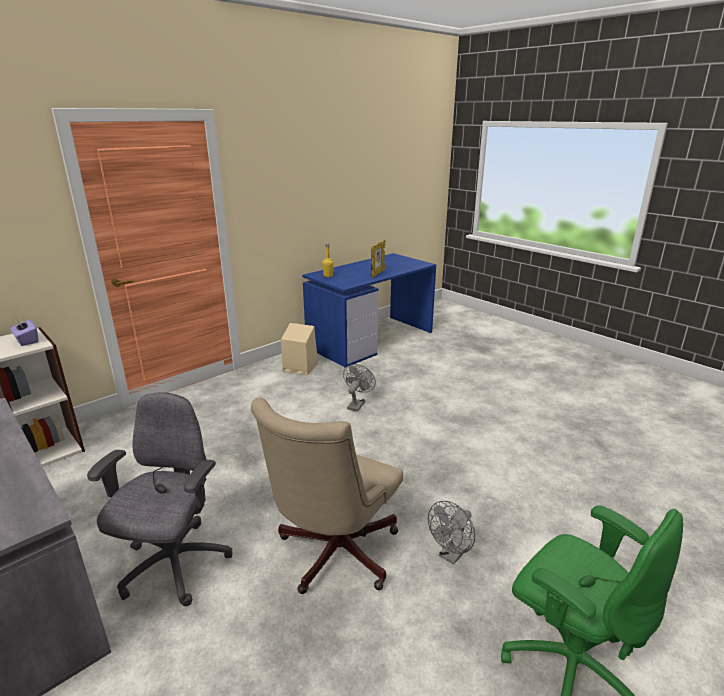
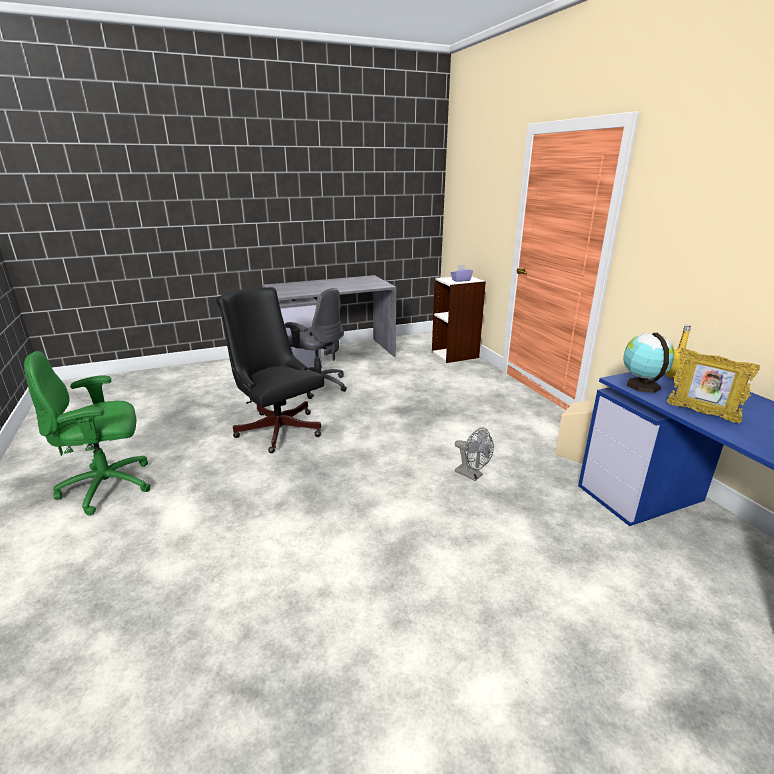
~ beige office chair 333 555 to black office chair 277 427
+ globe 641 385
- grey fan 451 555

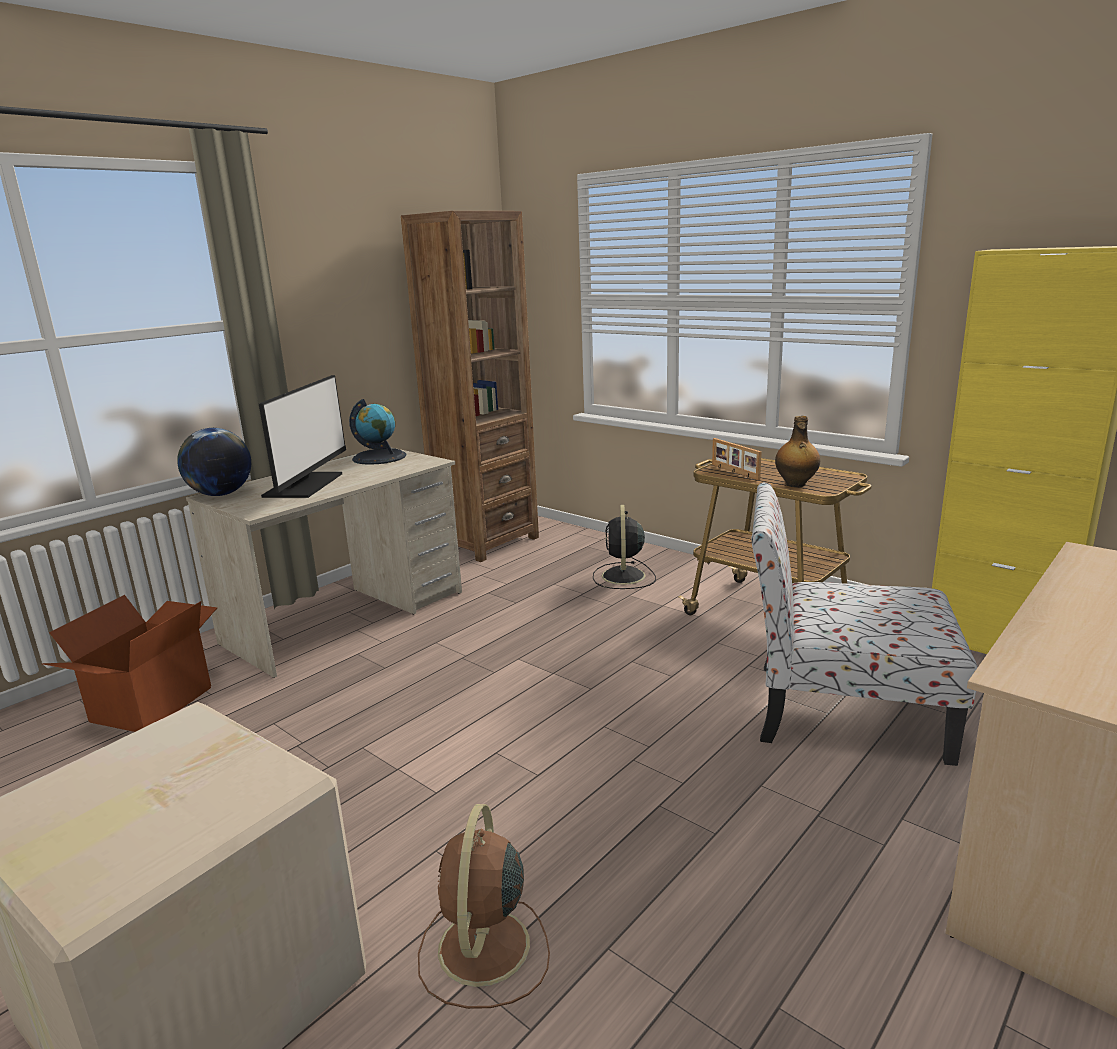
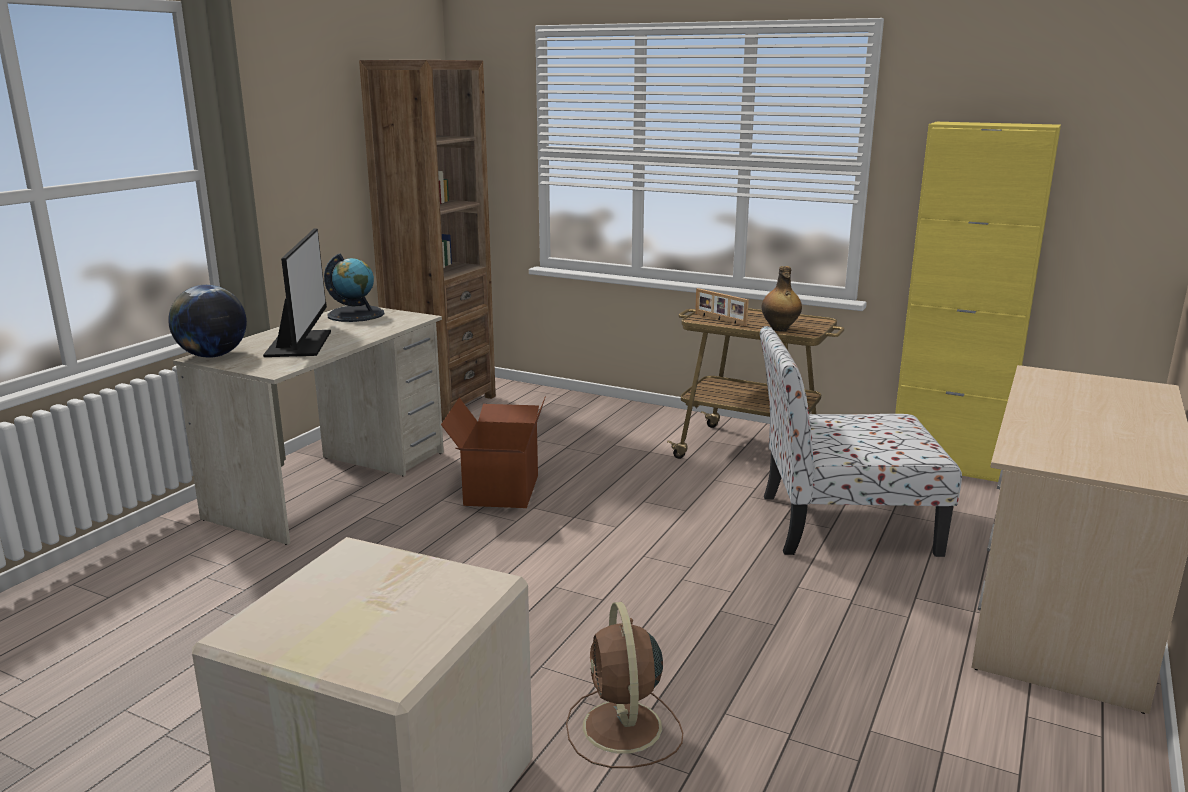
~ cardboard box 150 704 to 500 490
- black fan 623 577

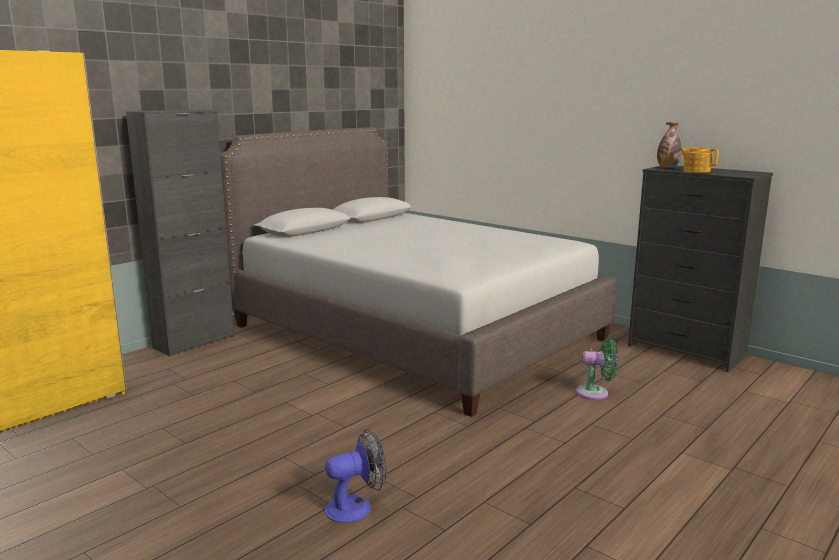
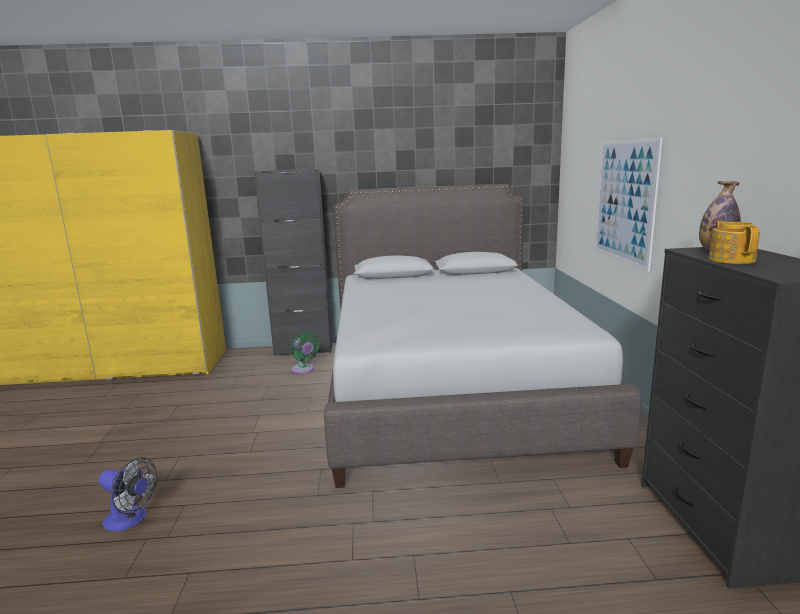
~ green fan 596 393 to 304 370
+ picture 624 201

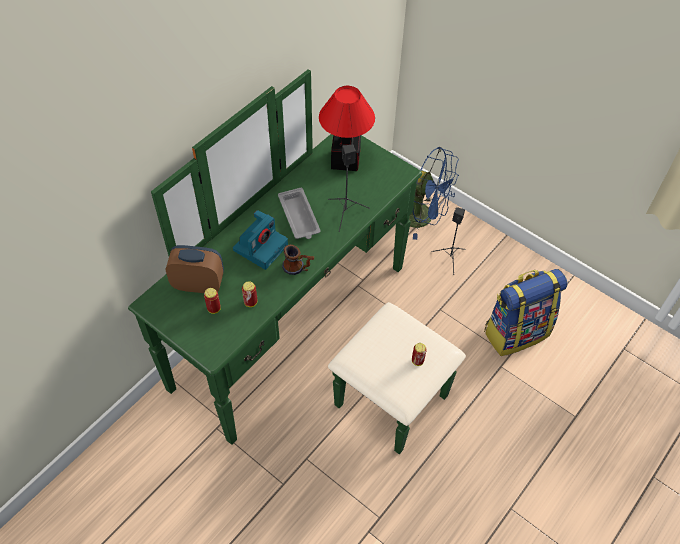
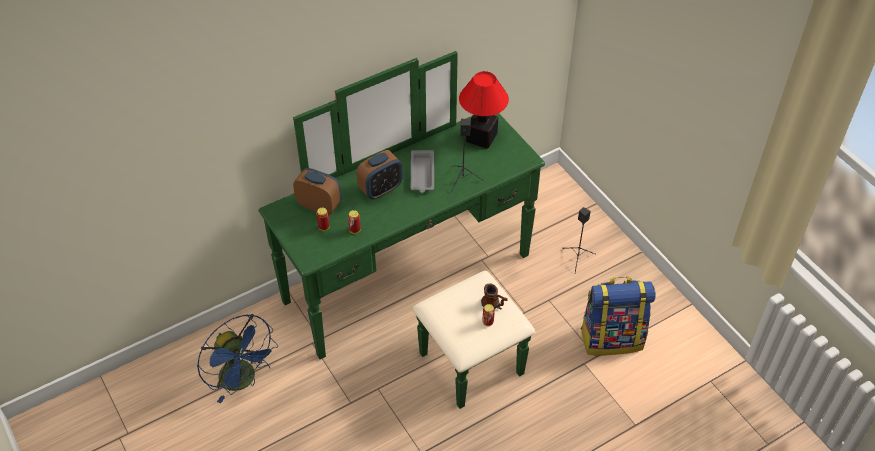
~ blue fan 423 217 to 243 380
~ photo camera 261 246 to alarm clock 381 189
~ mug 298 268 to 494 305

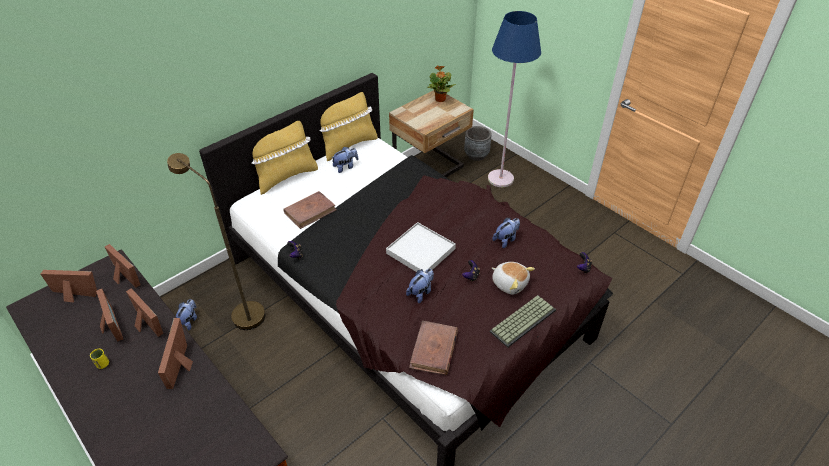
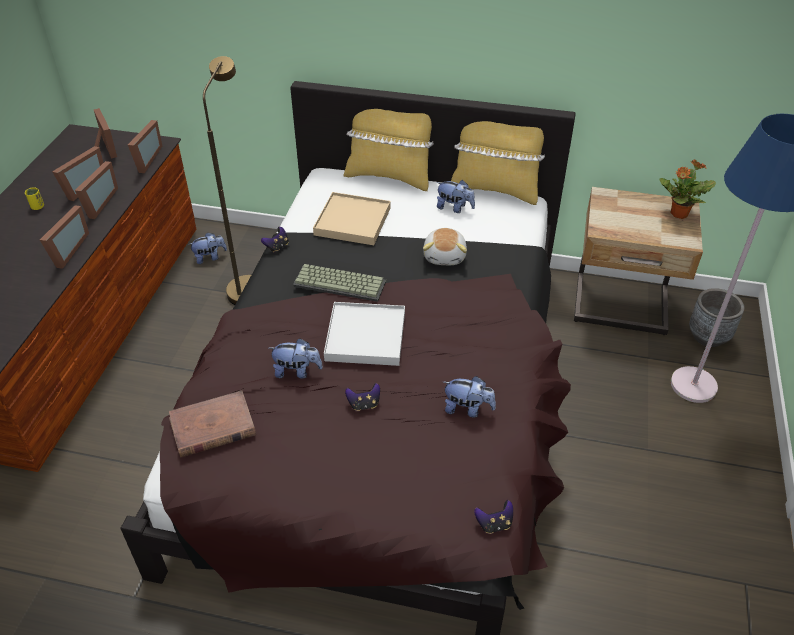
~ picture frame 183 364 = 66 251 135 degrees clockwise
~ keyboard 522 320 to 341 283
~ brown book 310 211 to beige tray 352 221
~ plush toy 509 283 to 445 256

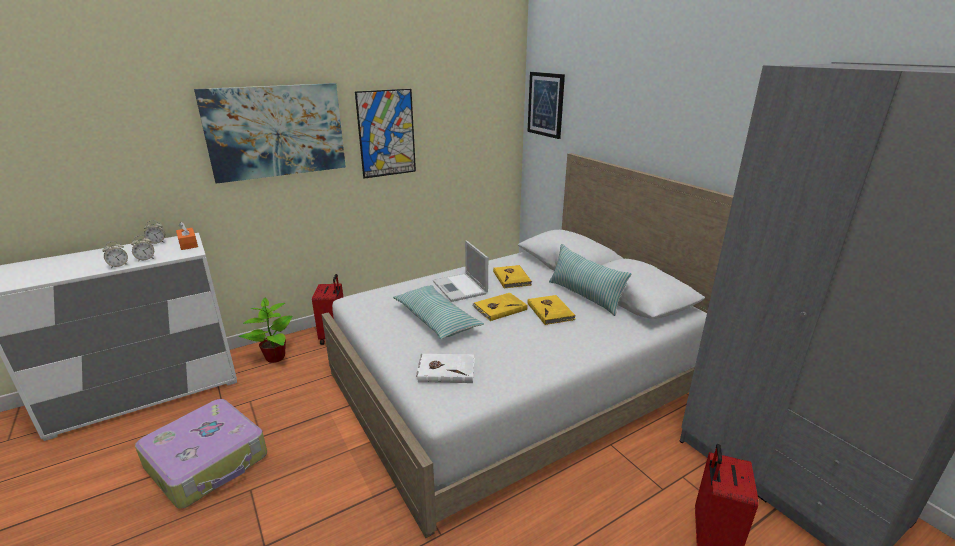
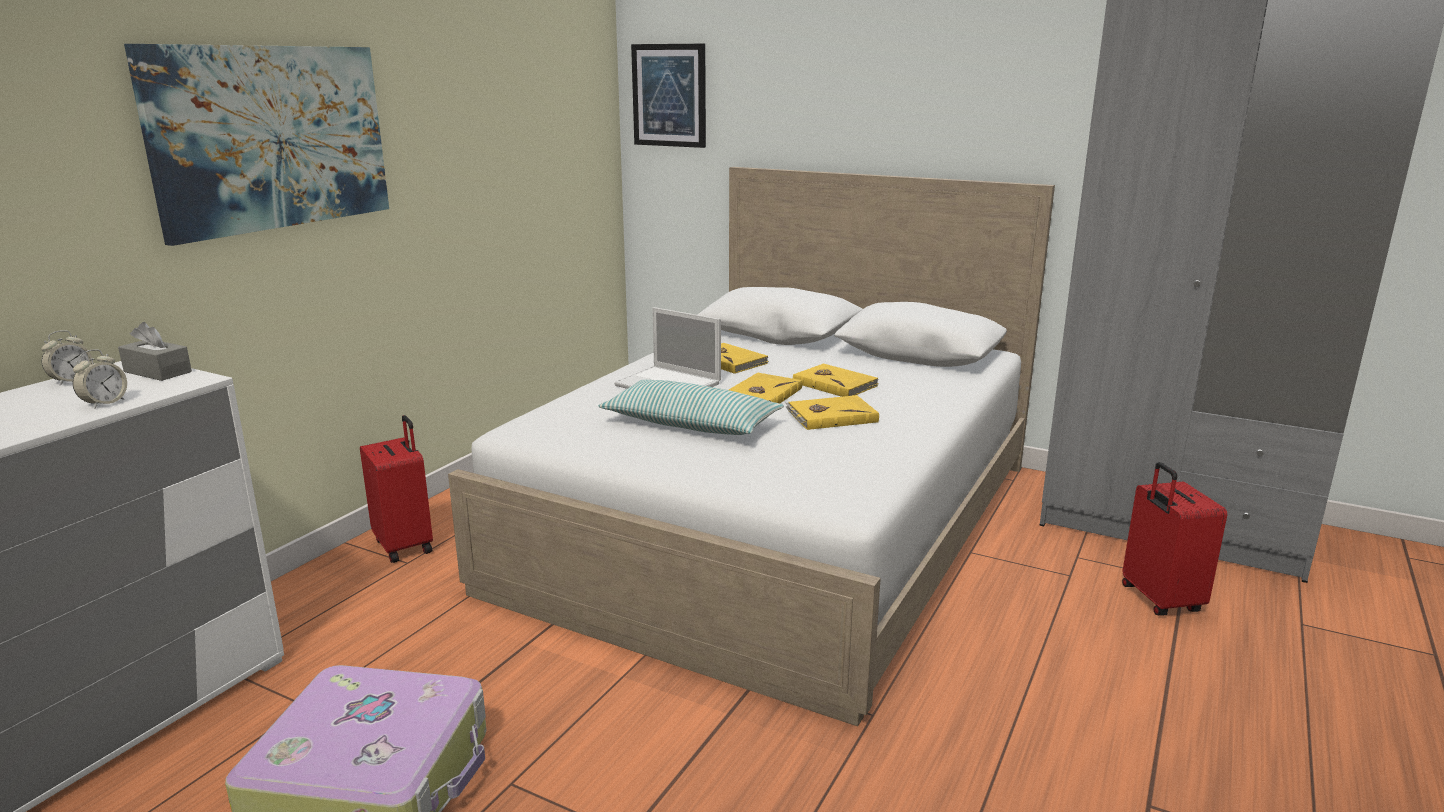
~ orange tissue box 188 244 to grey tissue box 157 372
+ yellow book 831 416
- alarm clock 118 265
- potted plant 275 358
- picture 386 133
- white book 446 370
- pillow 584 296

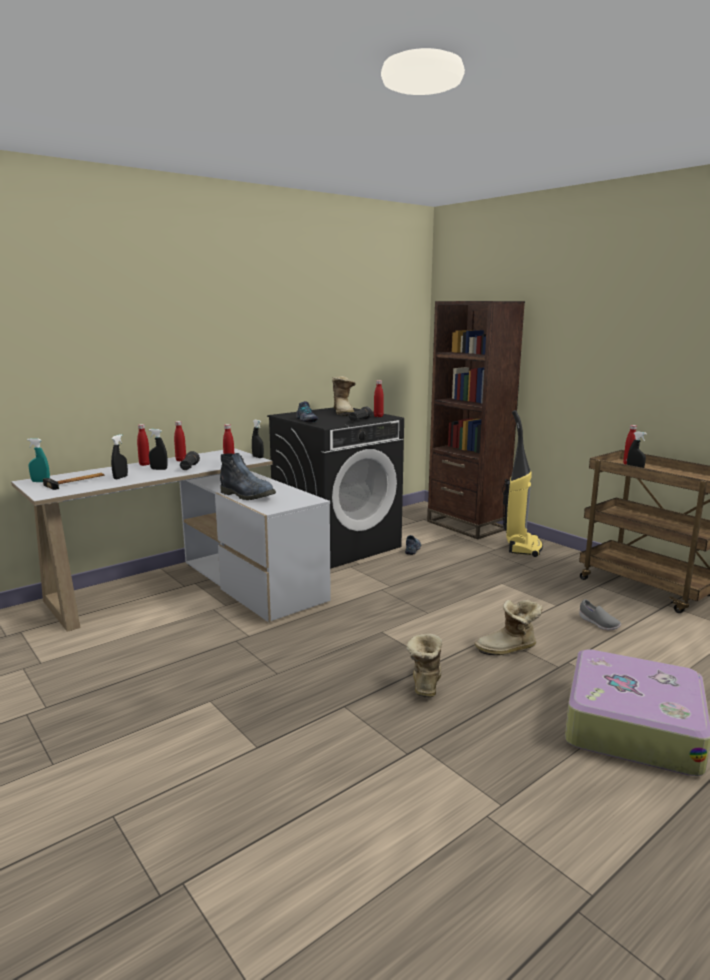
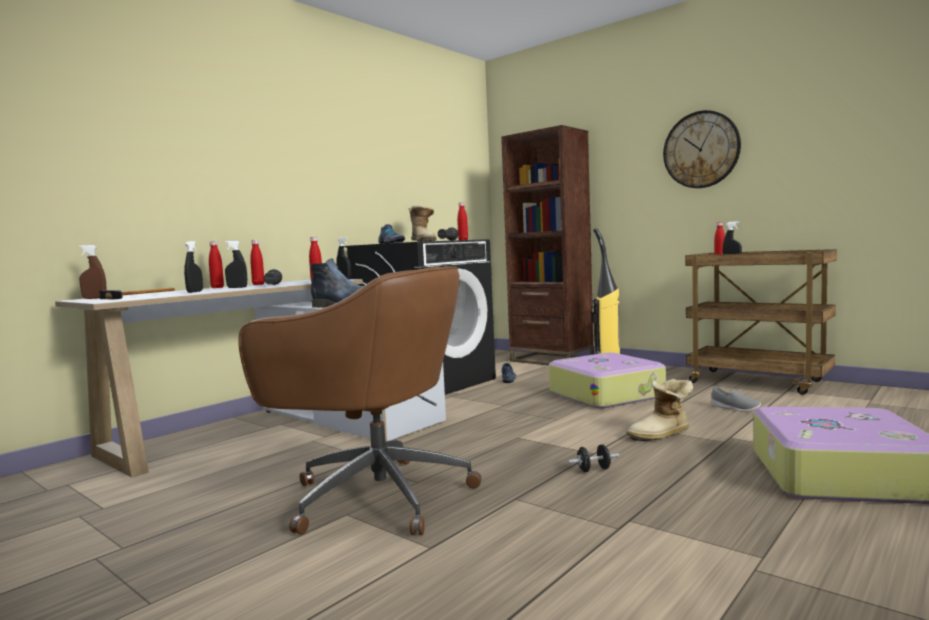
~ turquoise spray bottle 40 481 to brown spray bottle 94 298
+ brown office chair 375 496
+ suitcase 606 394
~ boot 424 683 to black dumbbell 594 470
+ wall clock 701 150

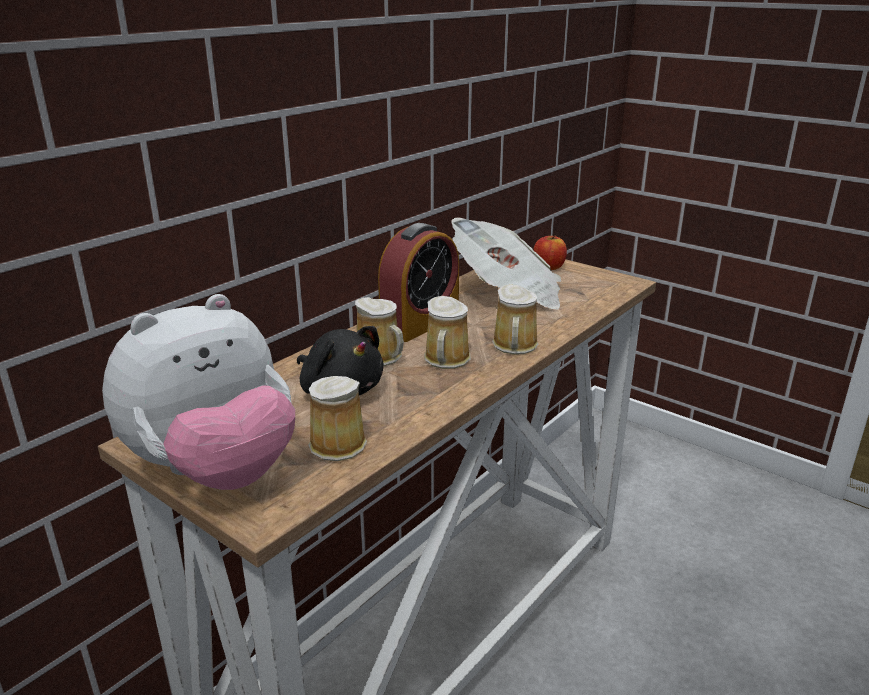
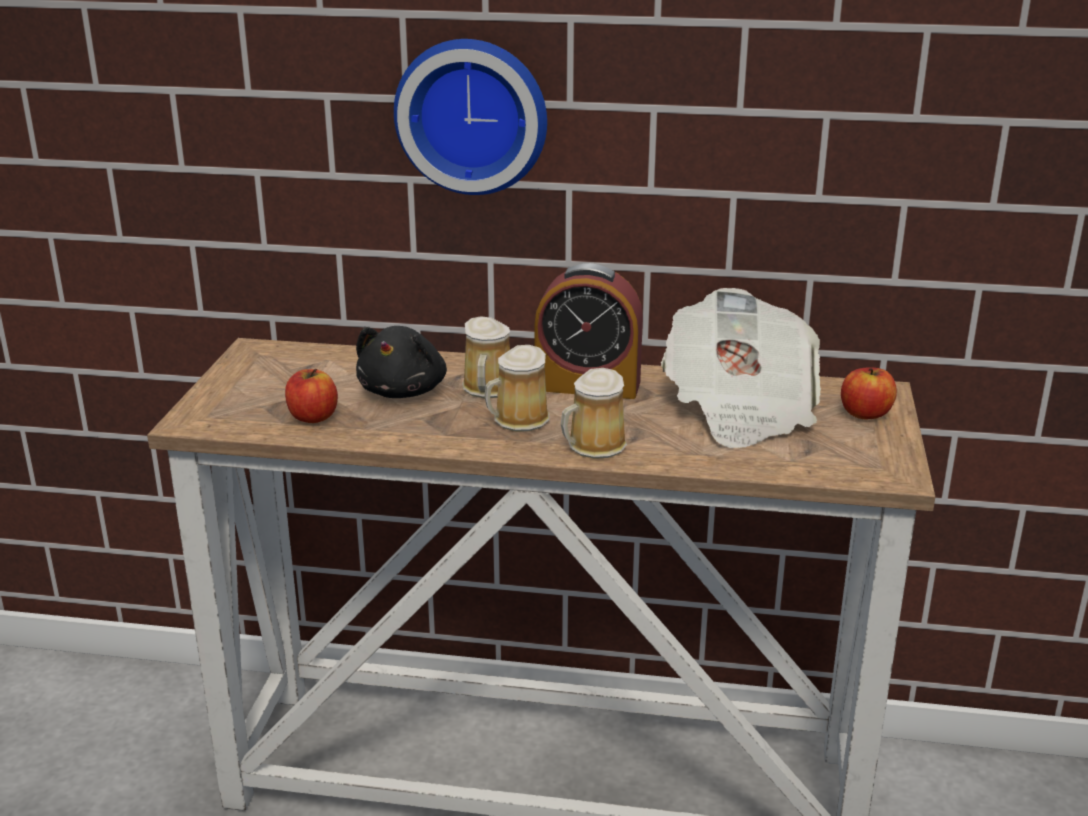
~ mug 338 443 to apple 313 417
+ wall clock 473 115
- plush toy 215 471

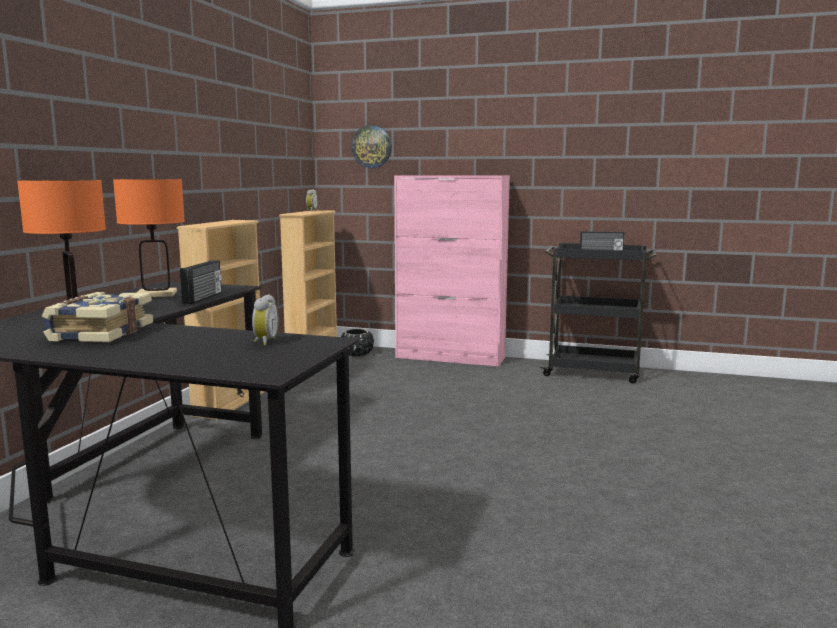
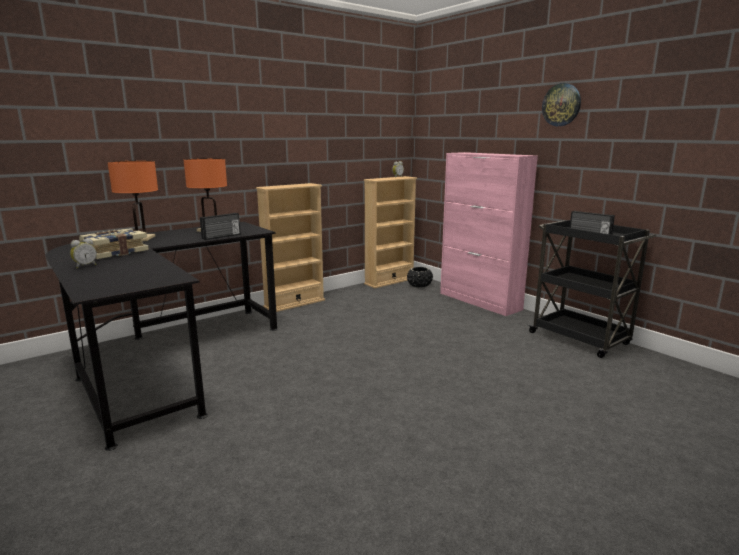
~ alarm clock 264 342 to 85 266
~ wall clock 371 146 to 561 105

